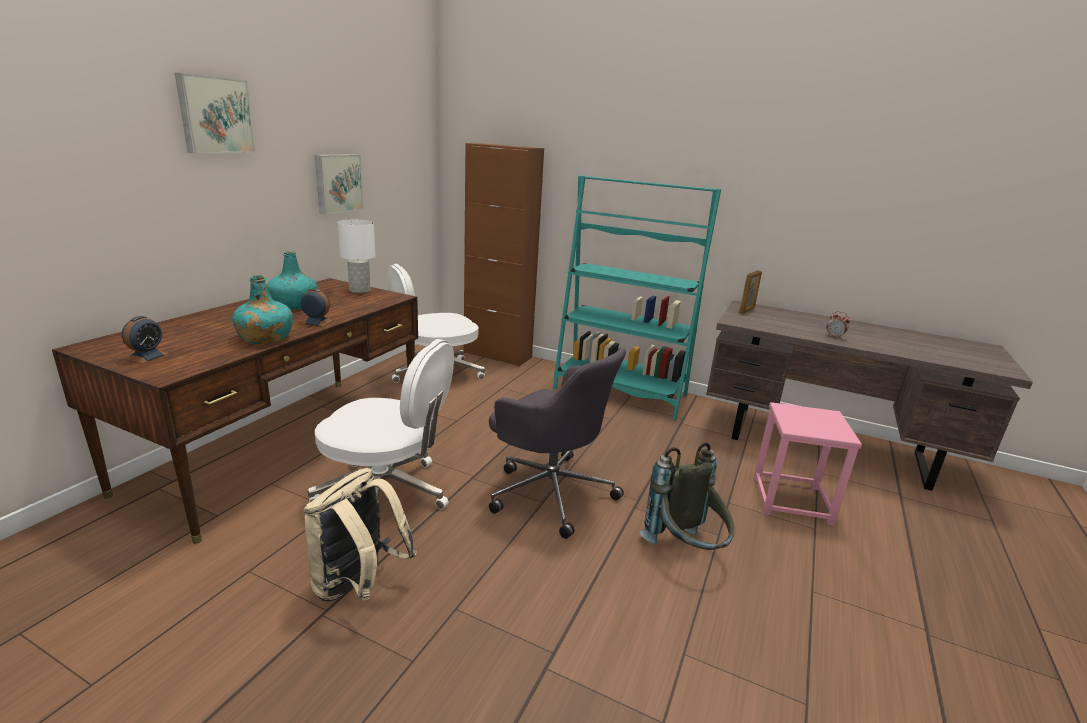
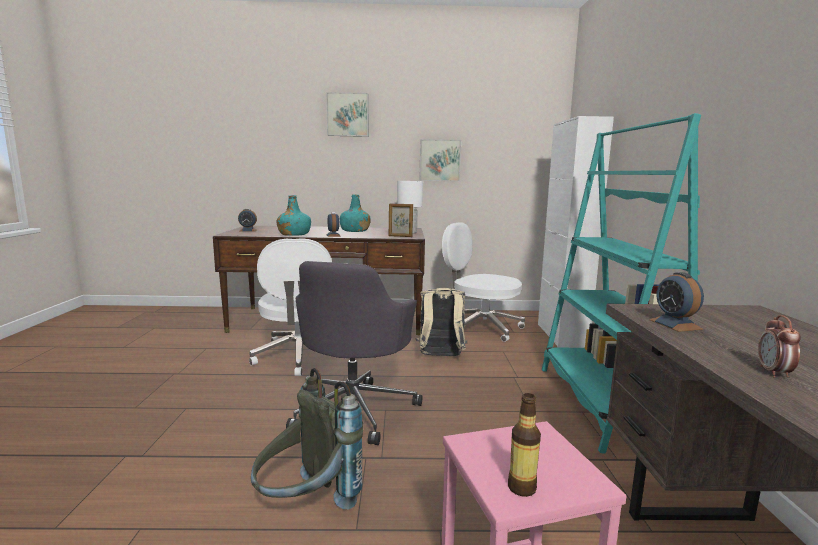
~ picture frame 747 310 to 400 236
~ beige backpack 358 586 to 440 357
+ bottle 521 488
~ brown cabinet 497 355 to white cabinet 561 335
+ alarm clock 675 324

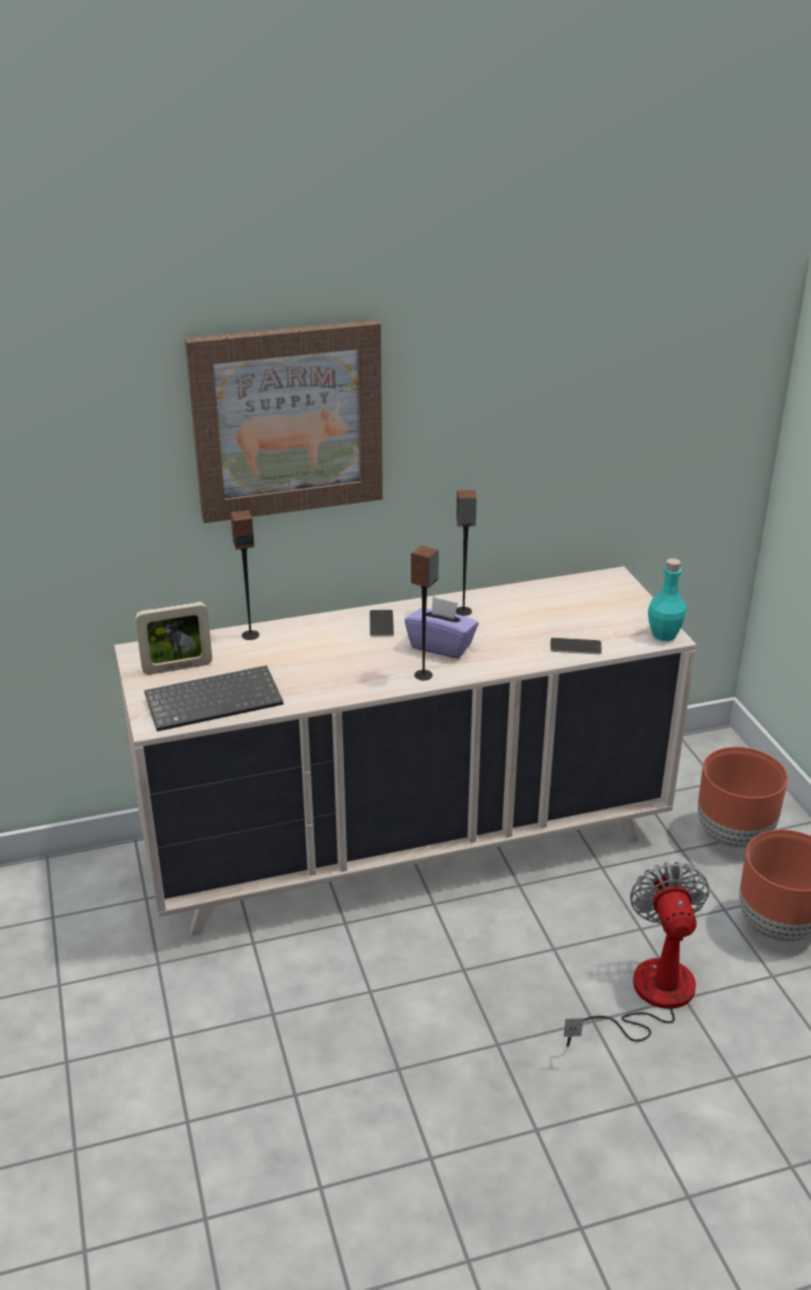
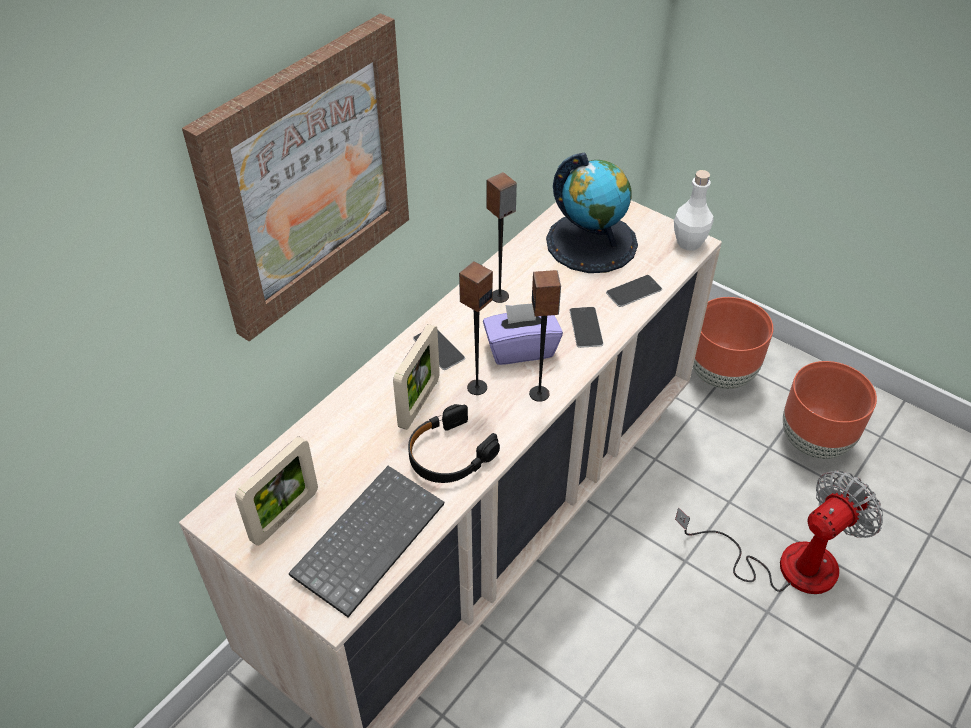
+ picture frame 419 403
+ black headphones 449 454
~ speaker 250 635 to 476 387
+ globe 592 242
+ phone 586 327
~ turquoise bottle 664 635 to white bottle 689 243
~ fan 647 997 = 785 563 90 degrees clockwise

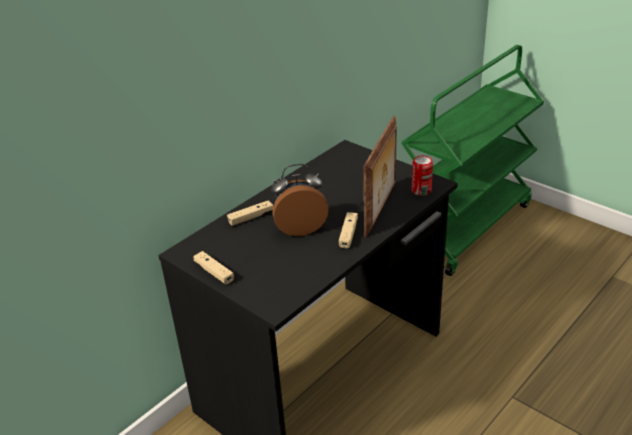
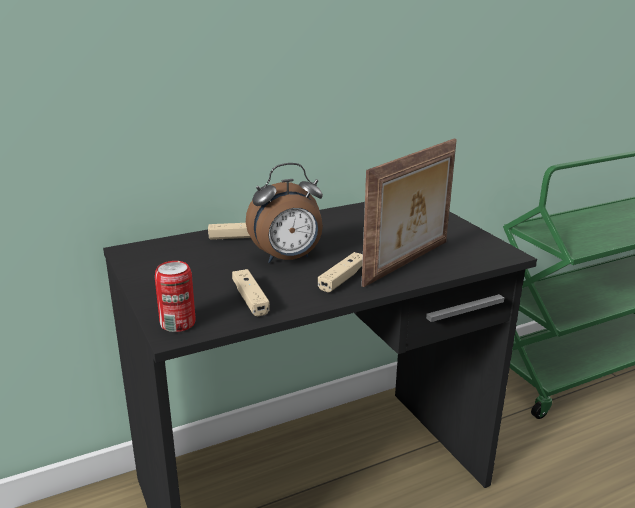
~ can 421 190 to 178 323
~ beige game controller 214 272 to 250 299
~ alarm clock 300 228 = 287 259 150 degrees clockwise

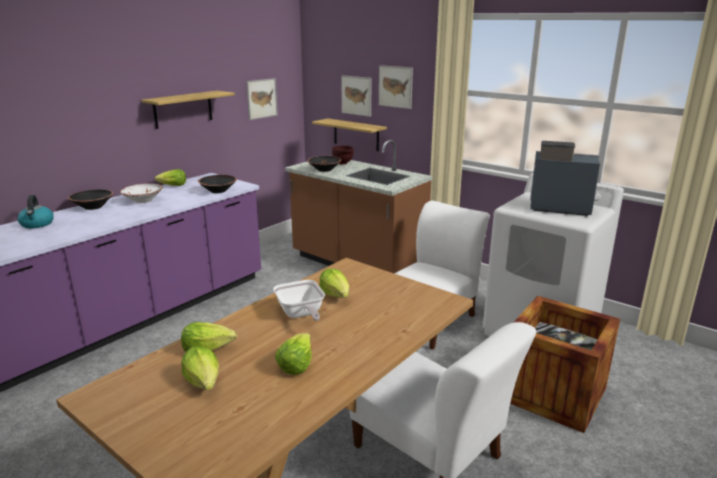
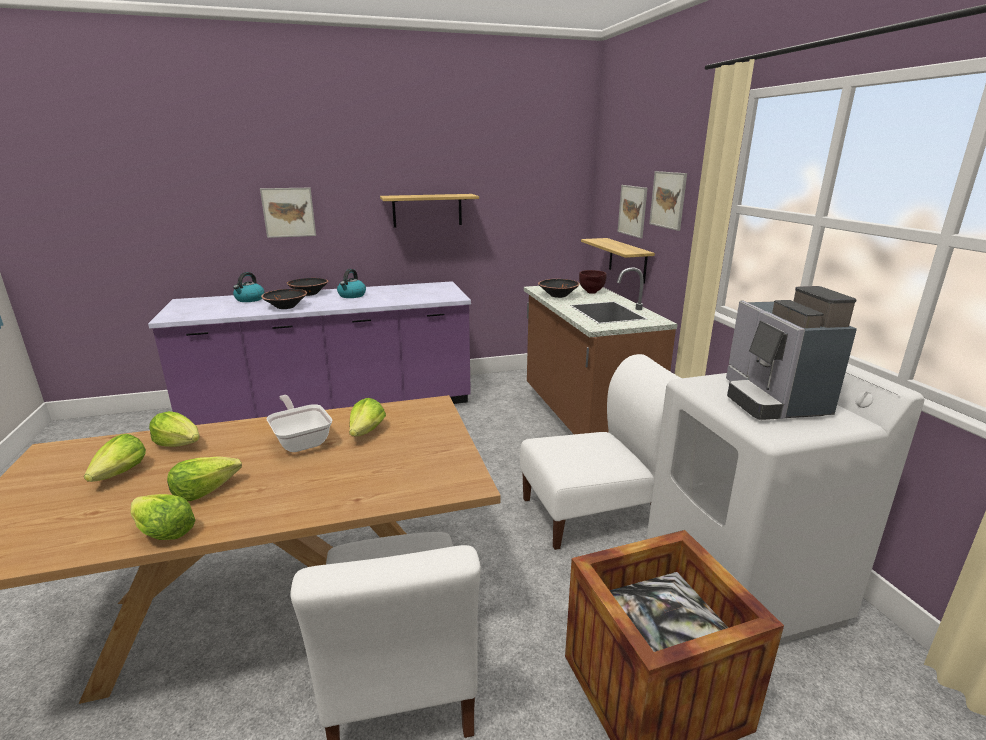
~ lettuce 172 186 to 163 532
~ picture 261 98 to 288 212
~ black bowl 218 191 to 286 307
~ frying pan 301 314 = 301 440 135 degrees clockwise
~ white bowl 143 200 to kettle 352 295
~ coffee machine 556 207 = 771 401 150 degrees counterclockwise

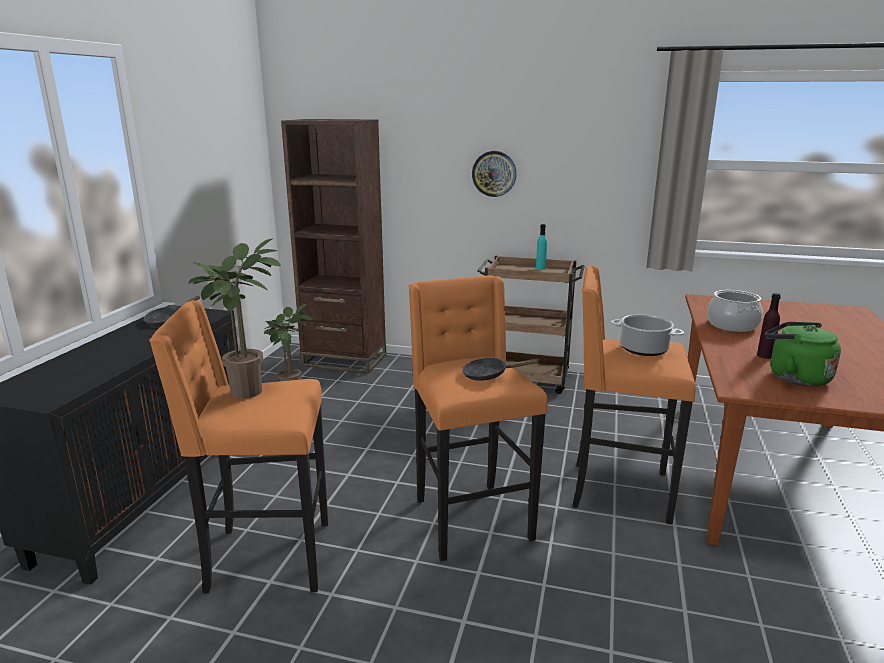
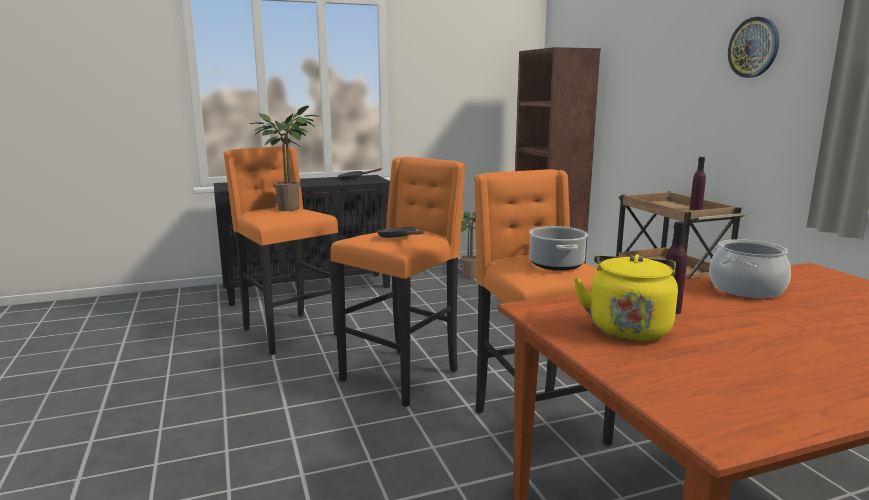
~ green kettle 794 377 to yellow kettle 628 328
~ turquoise bottle 540 268 to purple bottle 695 209
~ wall clock 494 173 to 754 47

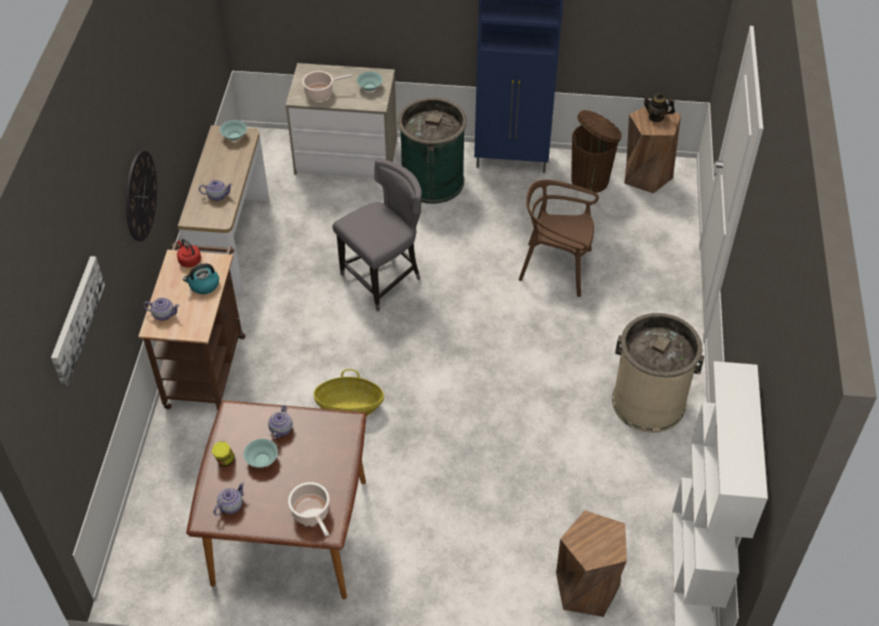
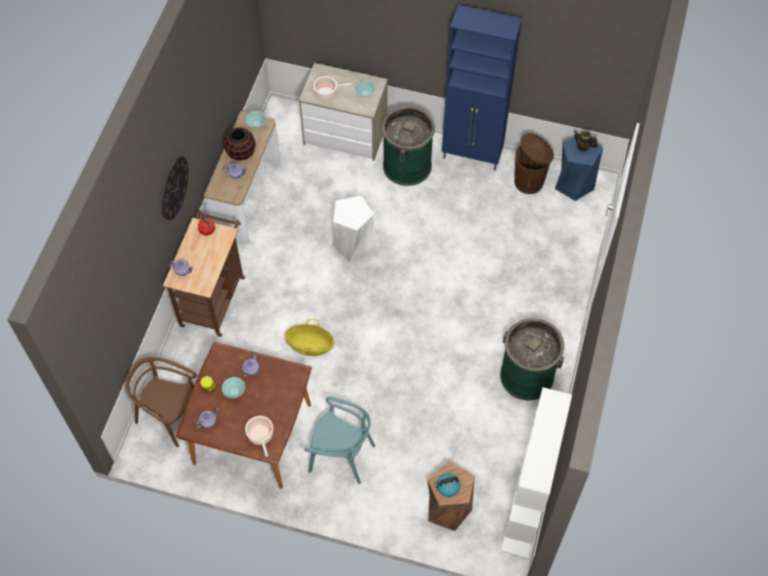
~ brown chair 556 267 to 169 415
+ black vase 241 153
+ turquoise chair 341 456
~ grey chair 383 278 to white stool 354 244
~ kettle 204 285 to 447 487
~ beige trash can 648 402 to green trash can 527 375
~ brown stool 646 175 to blue stool 574 184
- picture 76 319

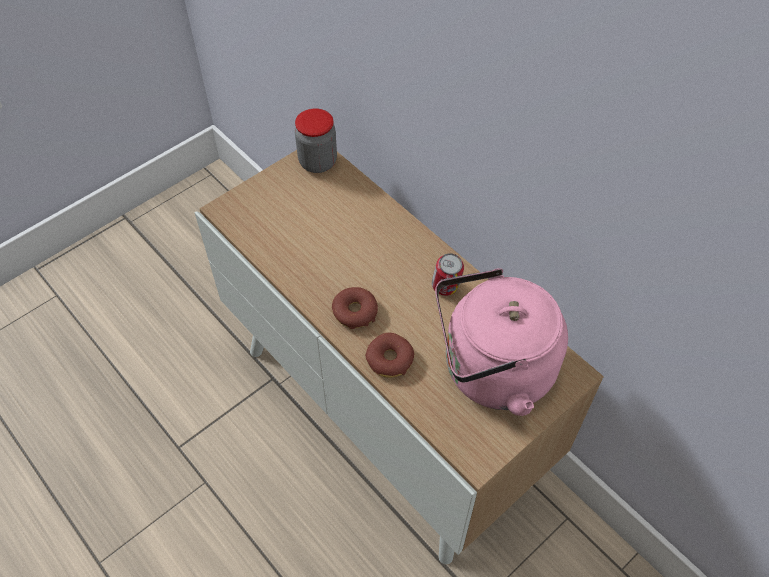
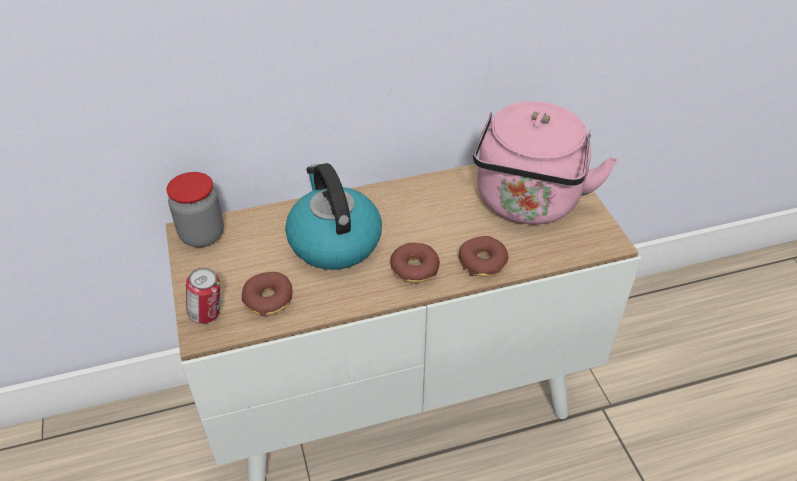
~ can 445 289 to 208 315
+ donut 268 299
+ kettle 333 241

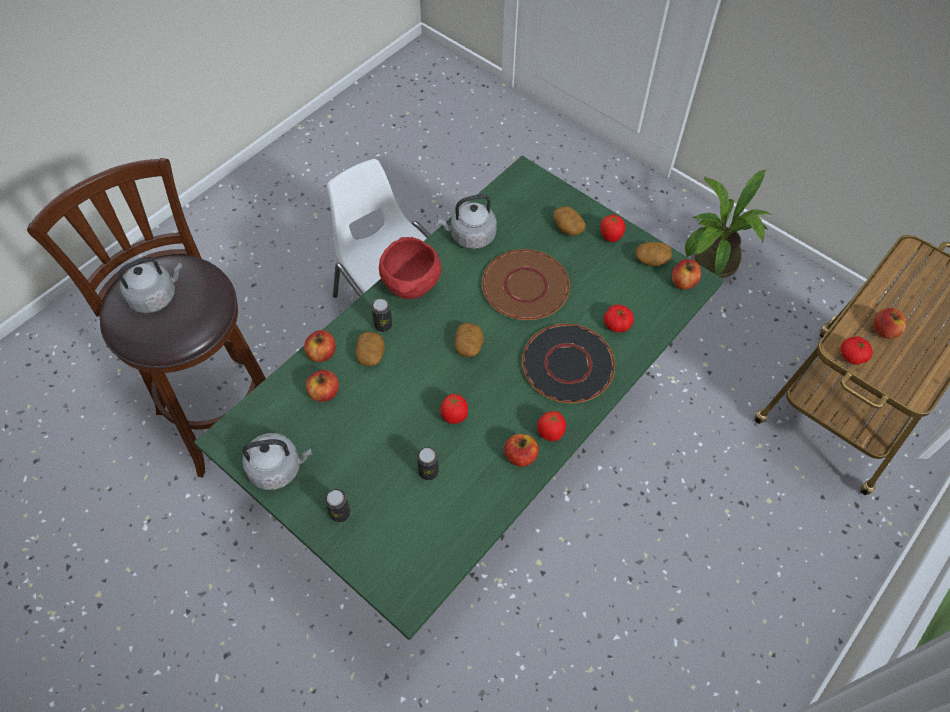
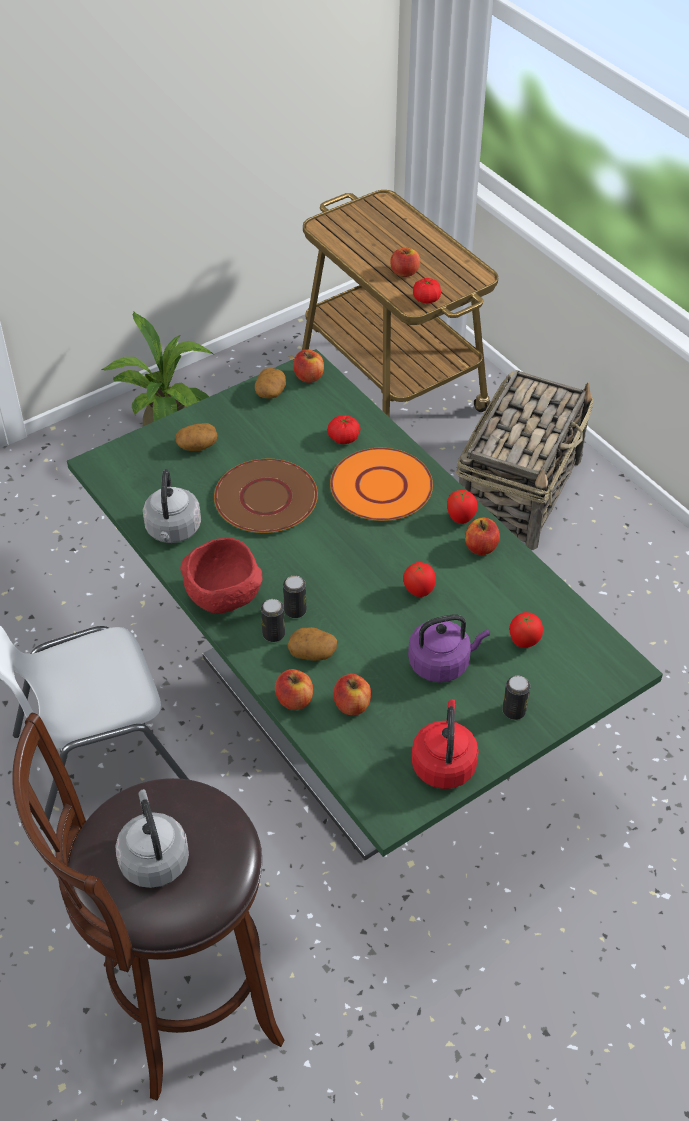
~ can 428 471 to 295 610
~ black plate 568 365 to orange plate 382 487
+ purple kettle 442 663
~ grey kettle 278 468 to red kettle 444 763
+ basket 520 490
~ tomato 610 237 to 523 642
- potato 469 346

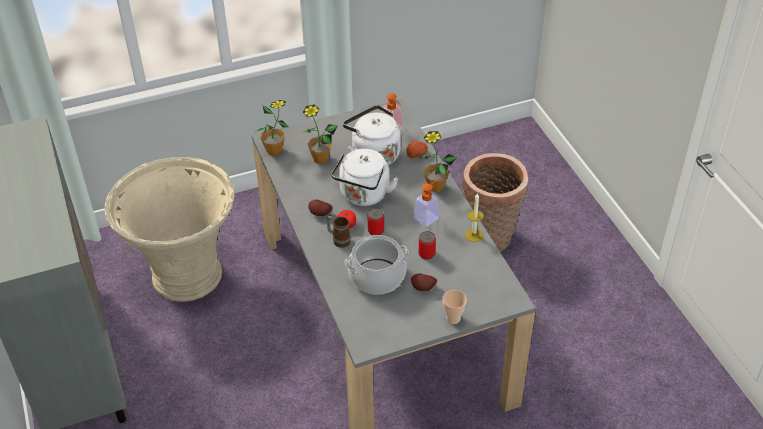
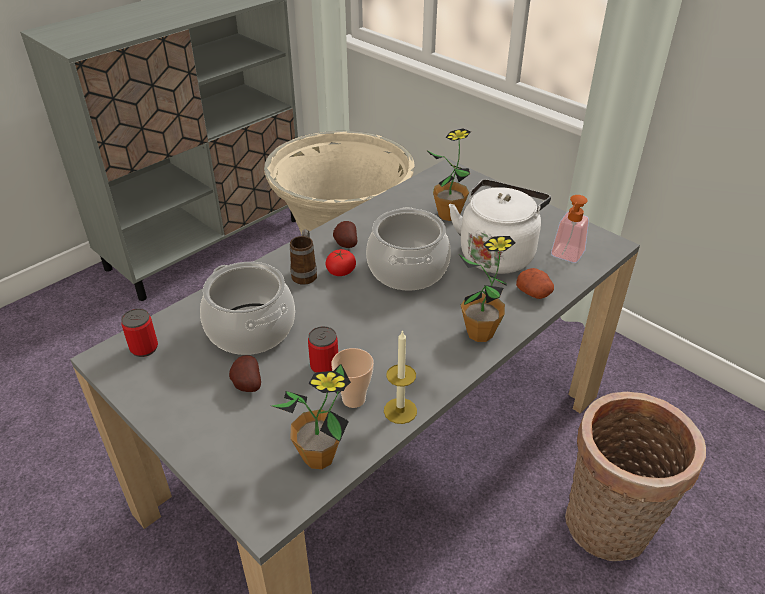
~ can 376 230 to 144 348
~ potted plant 274 151 to 319 457
~ cup 453 319 to 353 399
~ white kettle 364 196 to cooking pot 407 269
- soap dispenser 429 216

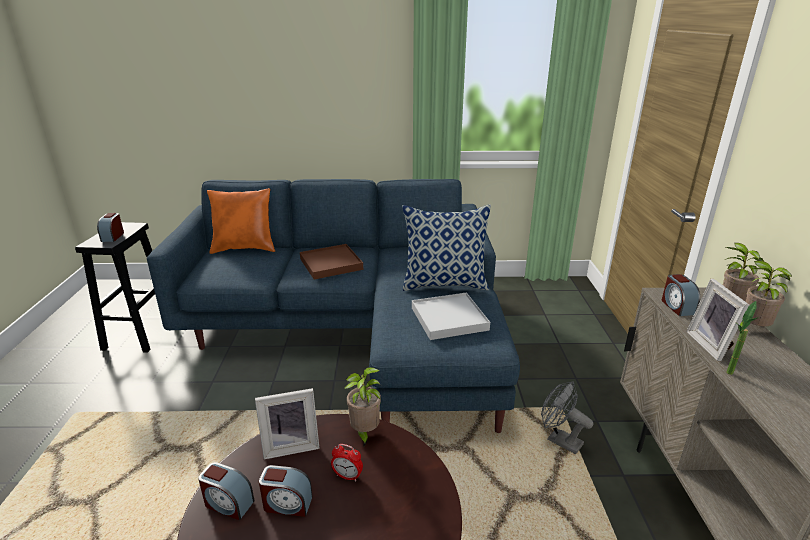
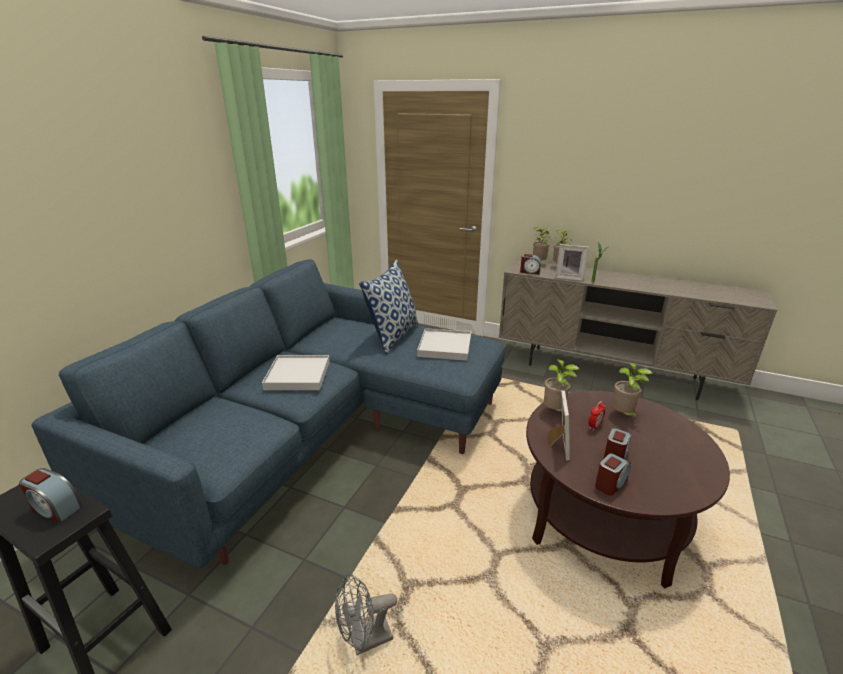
~ brown tray 330 264 to white tray 297 375
~ grey fan 559 440 to 365 641
+ potted plant 623 415
- orange pillow 245 248

